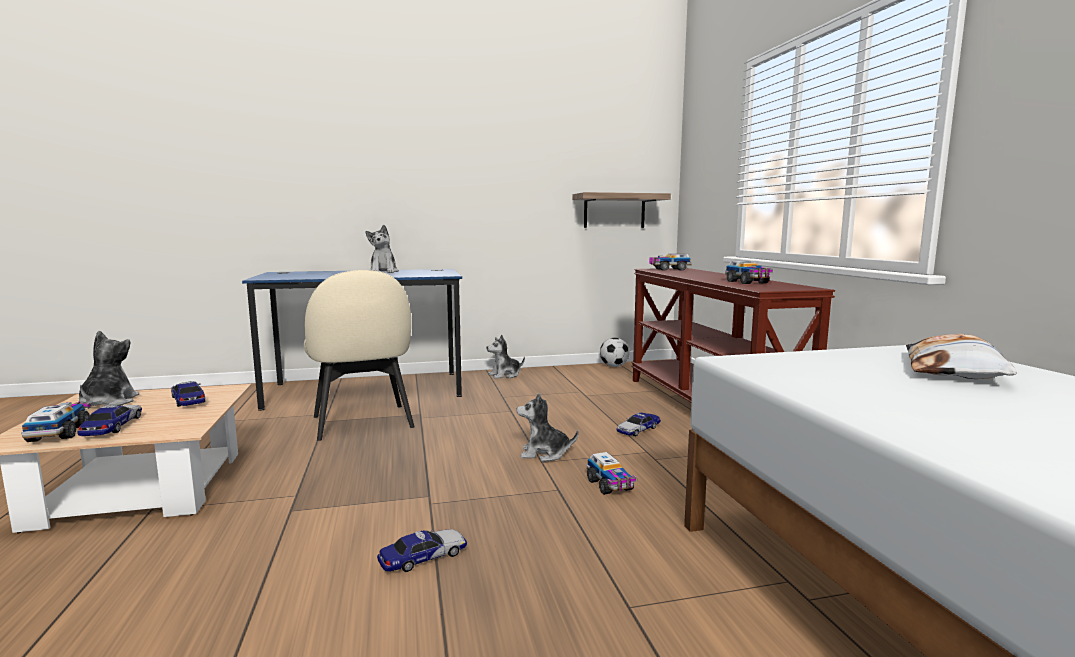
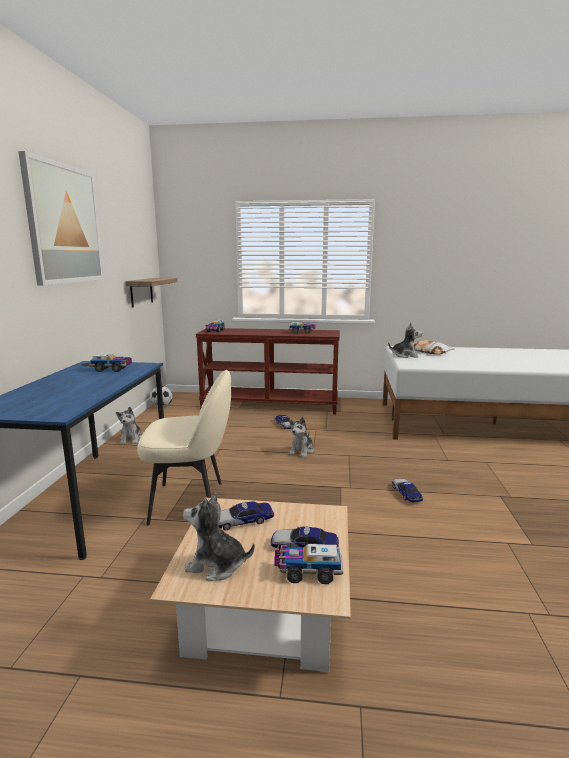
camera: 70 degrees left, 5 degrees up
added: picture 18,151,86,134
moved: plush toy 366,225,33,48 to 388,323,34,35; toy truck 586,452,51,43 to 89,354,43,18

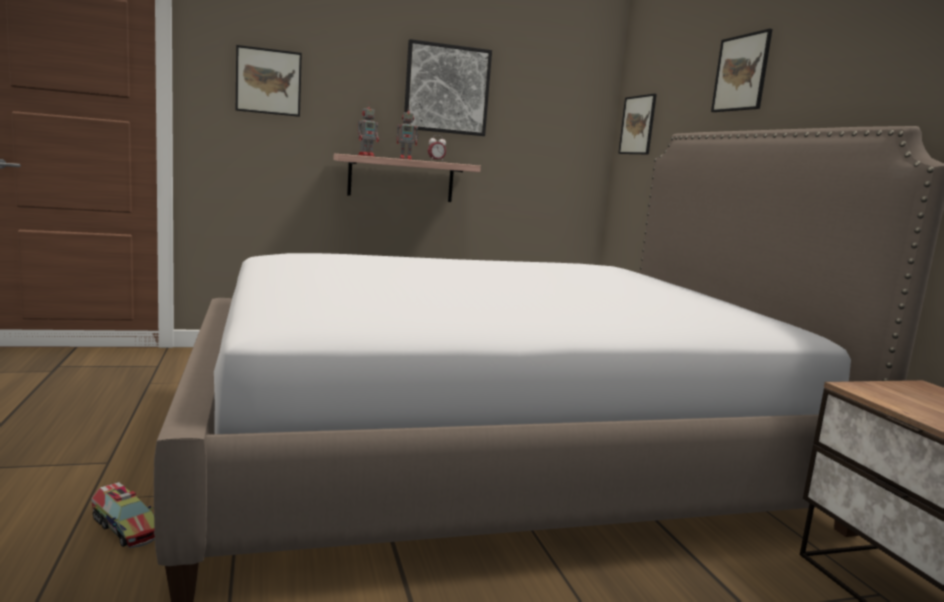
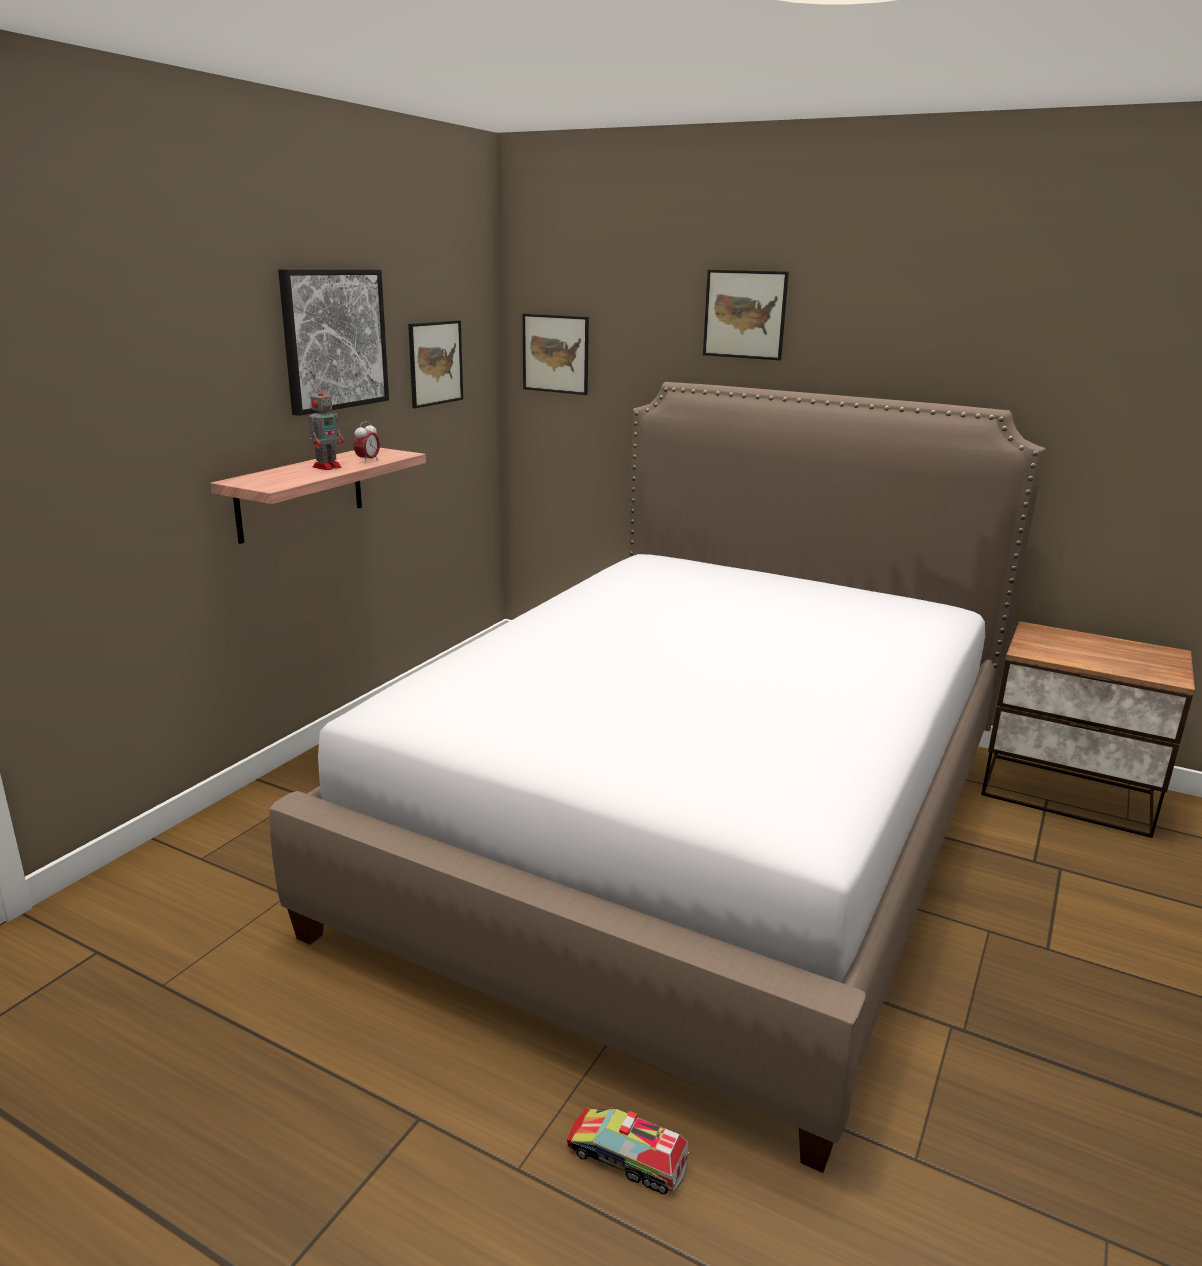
camera: 45 degrees left, 10 degrees up
removed: toy robot 358,102,21,54
moved: picture 236,45,66,72 to 408,320,55,88
turned: toy truck 91,482,64,66 = 566,1105,123,89 150 degrees counterclockwise

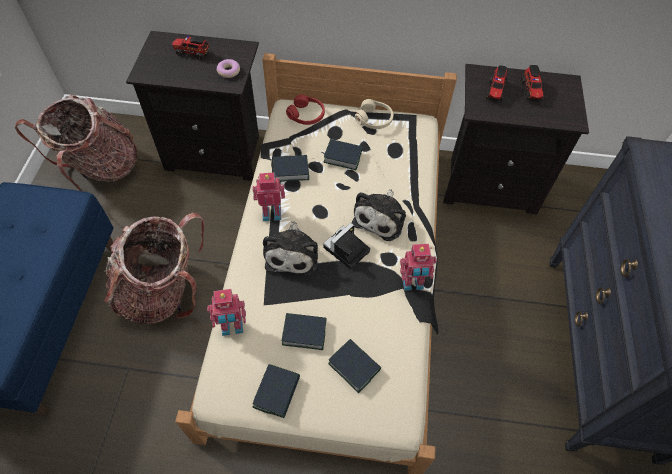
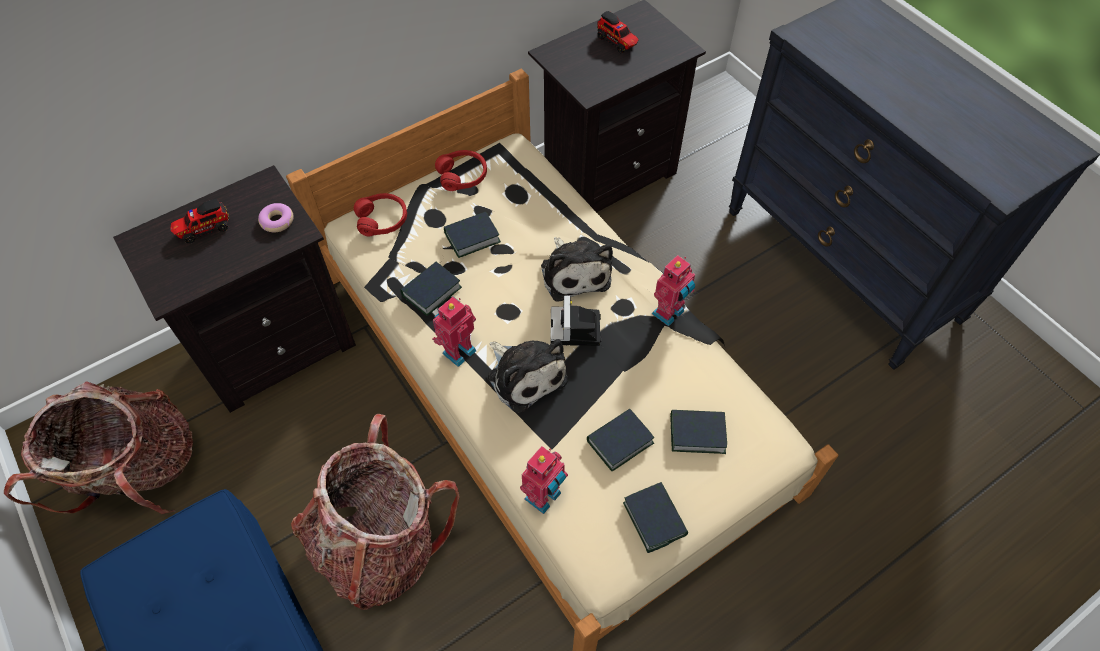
camera: 40 degrees left, 0 degrees up
removed: toy truck 486,65,21,36
recoloured: beige headphones 355,99,38,30 to red headphones 435,150,52,41

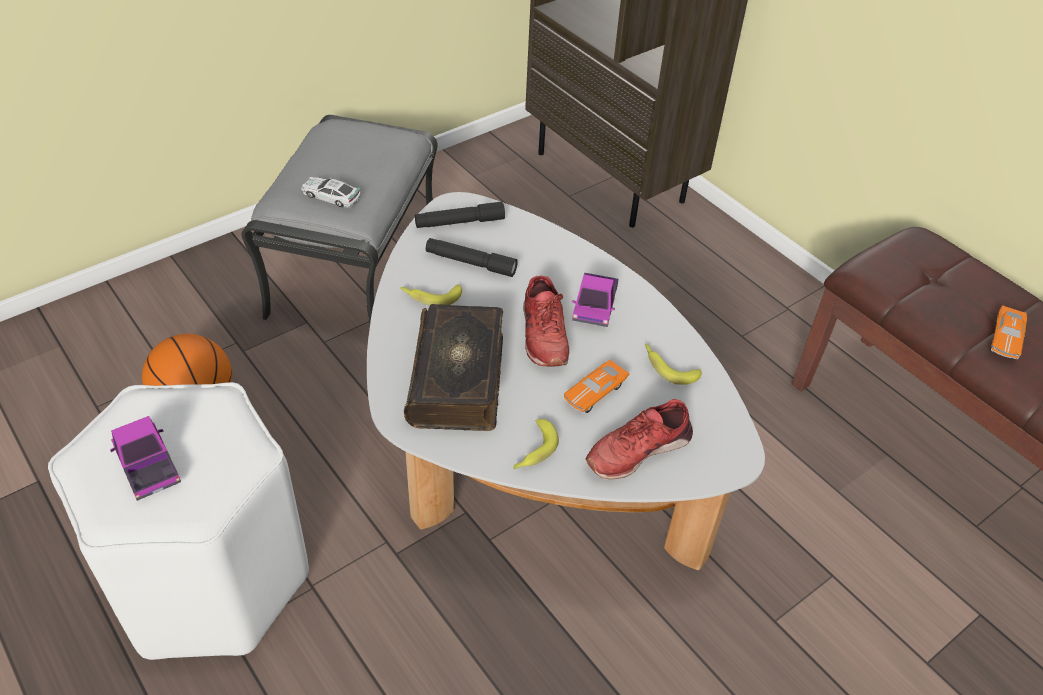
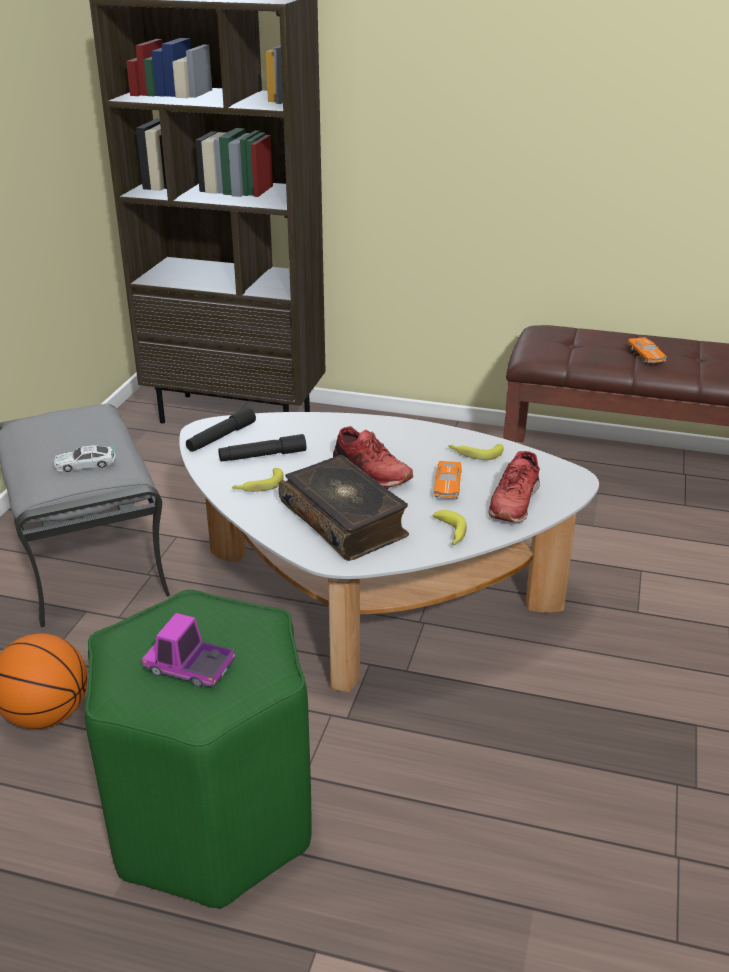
camera: 35 degrees left, 15 degrees down
removed: toy truck 572,273,46,54
recoloured: white stool 48,382,261,278 to green stool 85,590,227,319

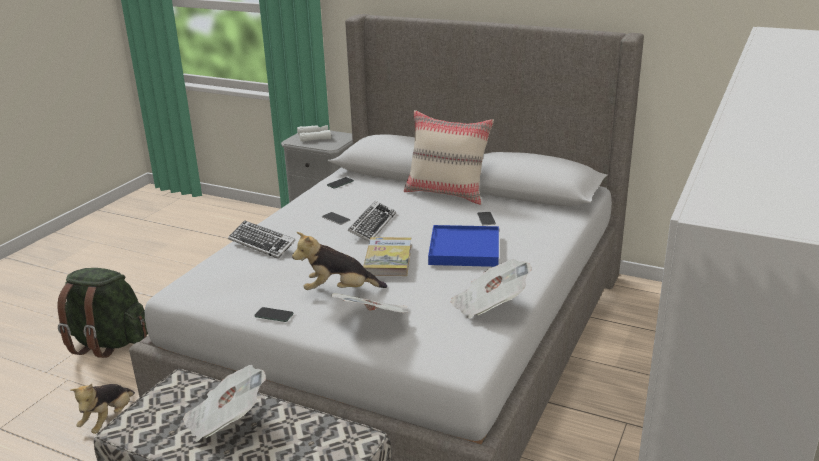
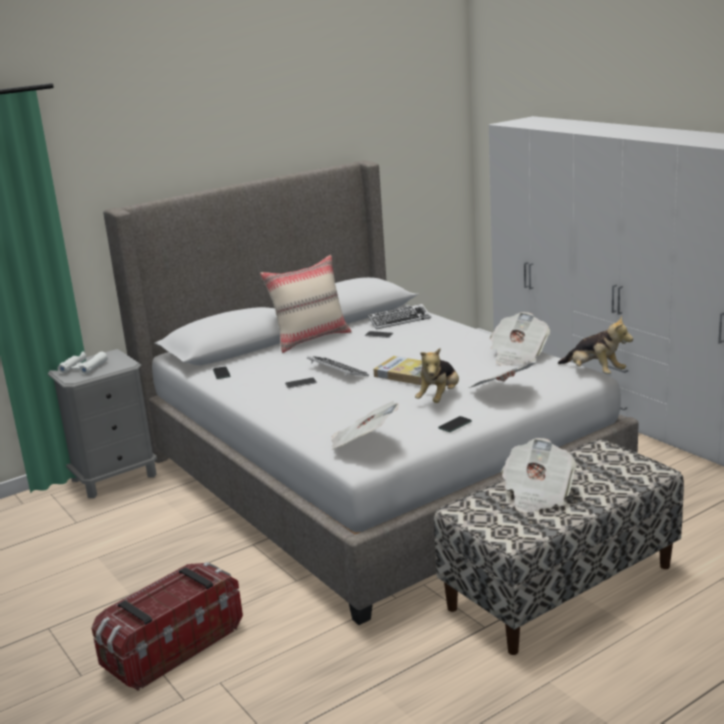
camera: 60 degrees left, 5 degrees down
removed: blue tray 428,225,71,42
added: newspaper 331,401,68,49
moved: plush toy 70,383,65,51 to 558,315,75,59; keyboard 228,221,68,38 to 368,304,63,26
replaced: green backpack 57,268,91,90 to storage box 92,562,151,129

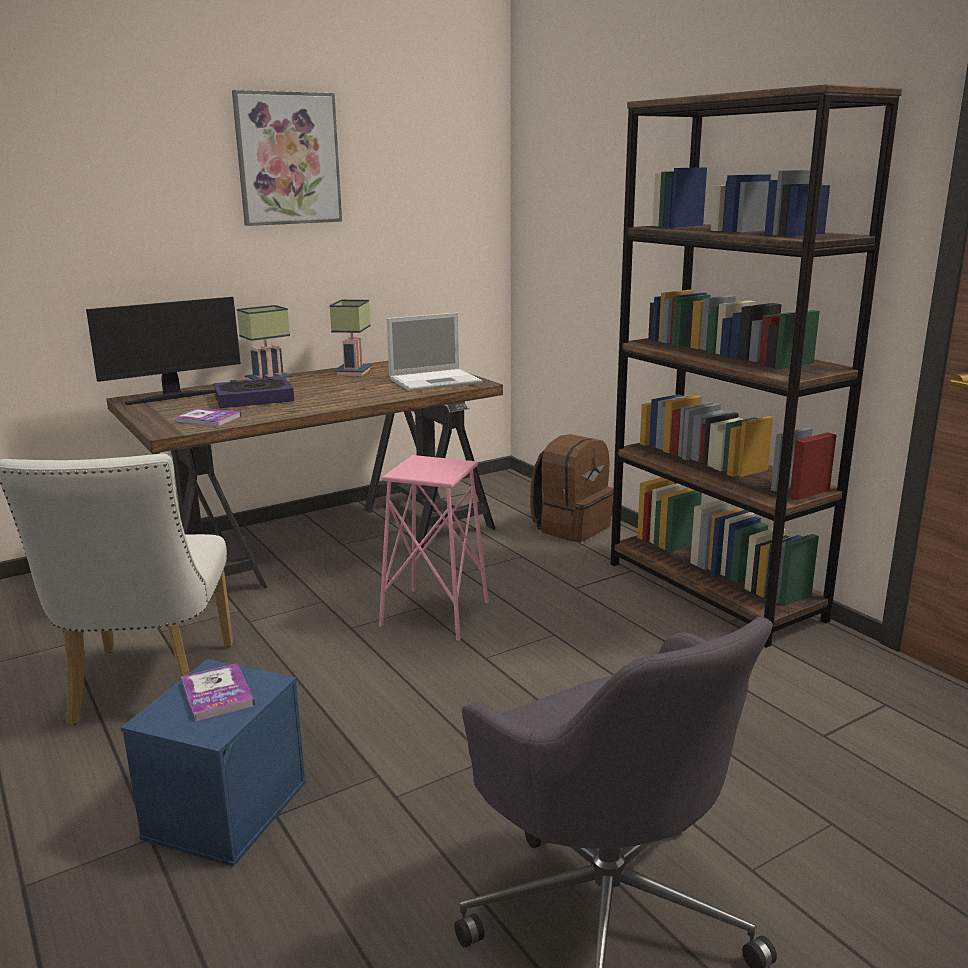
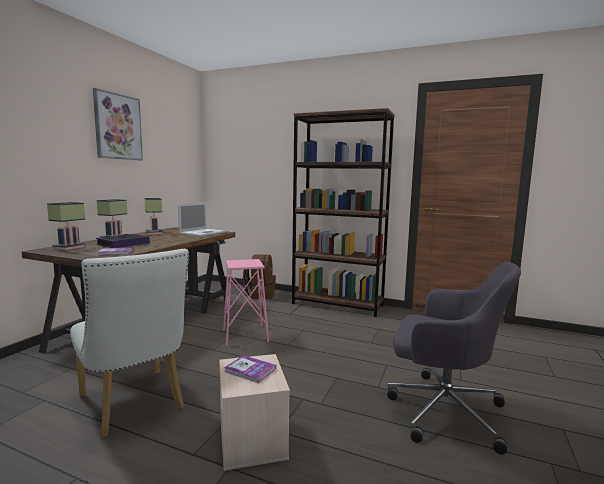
camera: 35 degrees left, 10 degrees down
replaced: monitor 86,297,155,108 to table lamp 47,202,39,48
recoloured: blue storage box 121,659,185,208 to beige storage box 219,354,71,117

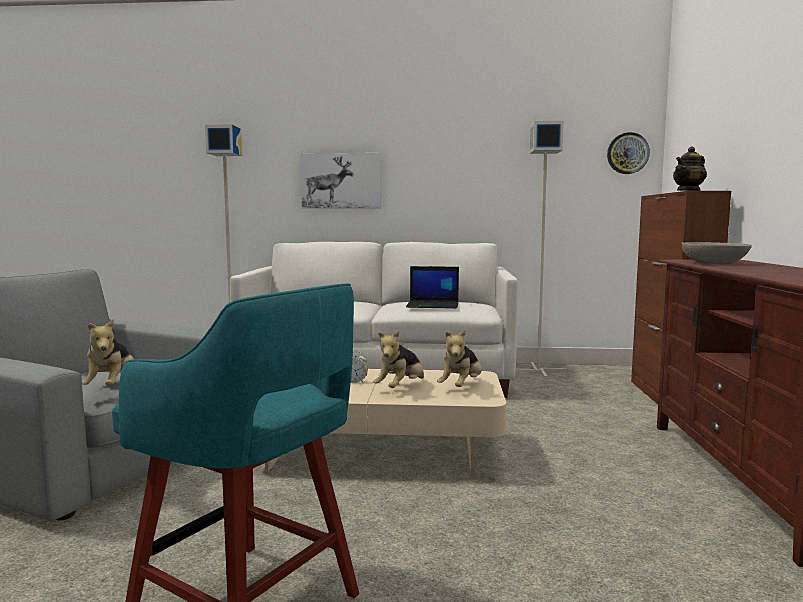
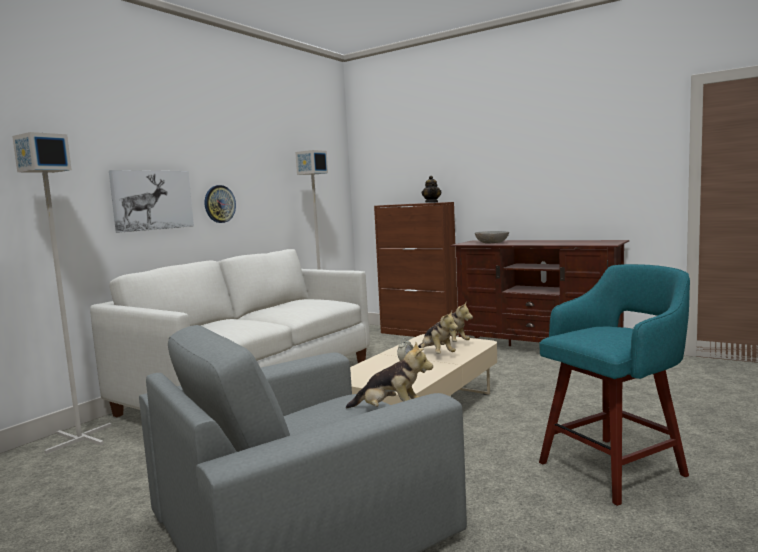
camera: 60 degrees left, 0 degrees up
removed: laptop 406,266,53,43
moved: wall clock 607,132,43,42 to 205,185,31,38

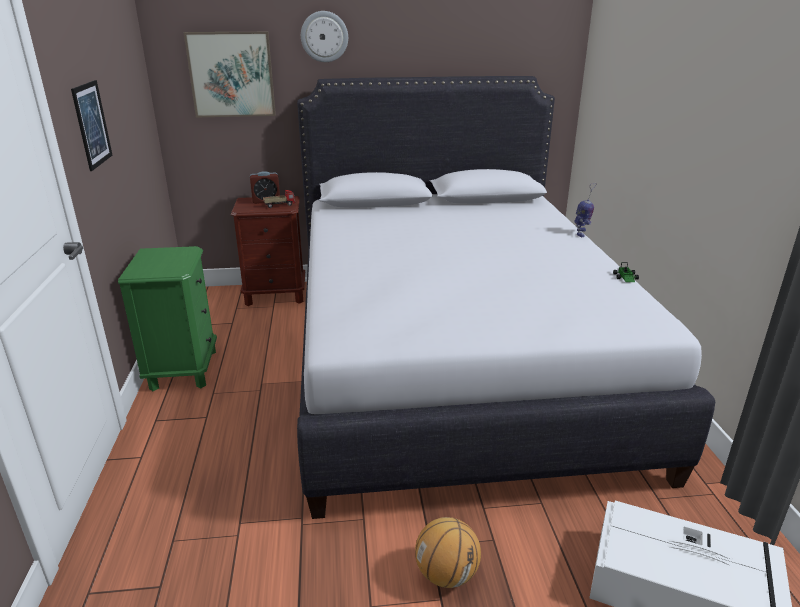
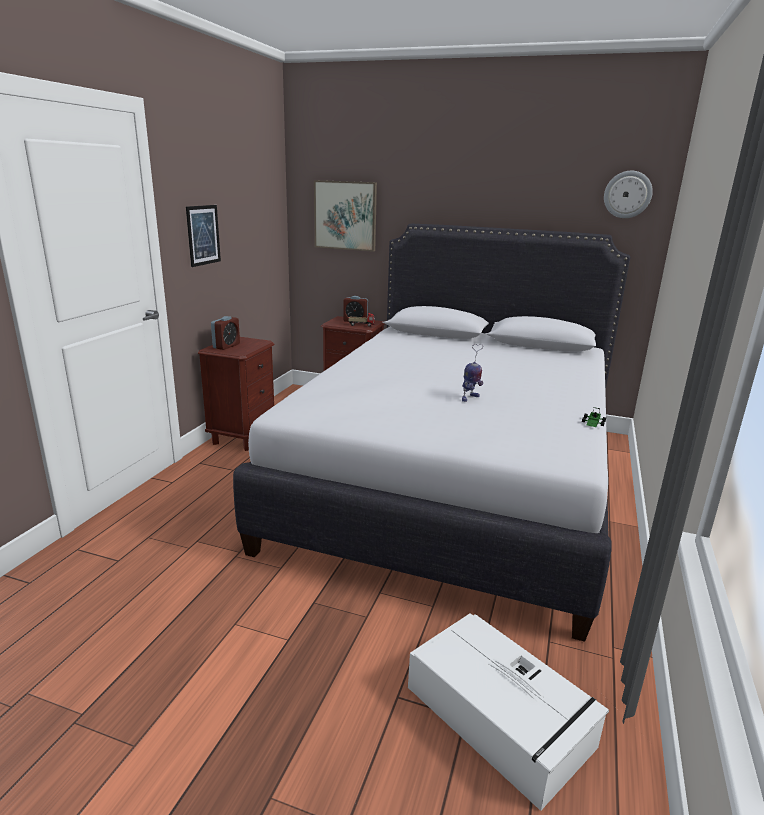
camera: 25 degrees right, 5 degrees down
removed: basketball 415,517,66,71
added: alarm clock 211,316,29,34
moved: wall clock 301,11,47,51 to 604,171,49,47; toy robot 574,183,23,54 to 462,344,21,58
recoloured: green nightstand 118,246,99,145 to brown nightstand 198,337,77,114

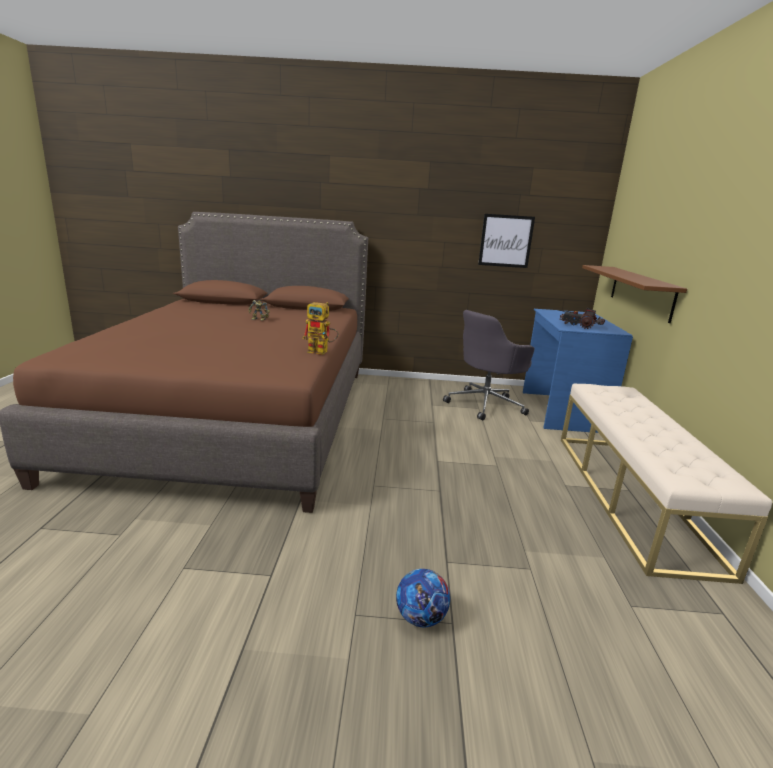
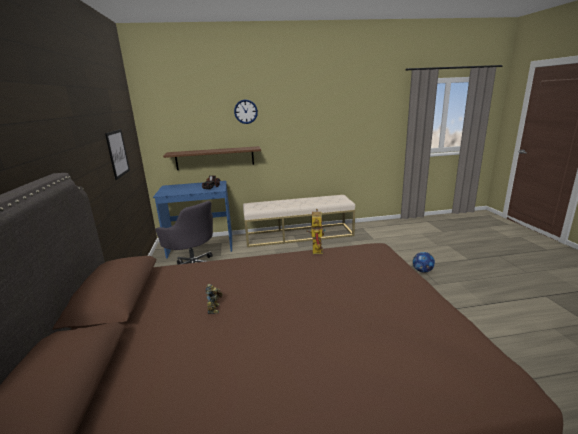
camera: 100 degrees left, 0 degrees up
added: wall clock 234,100,24,24

